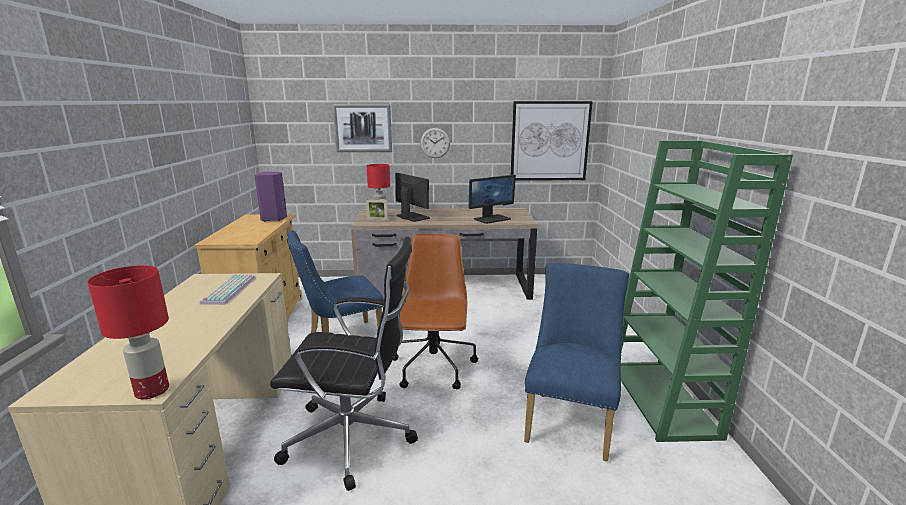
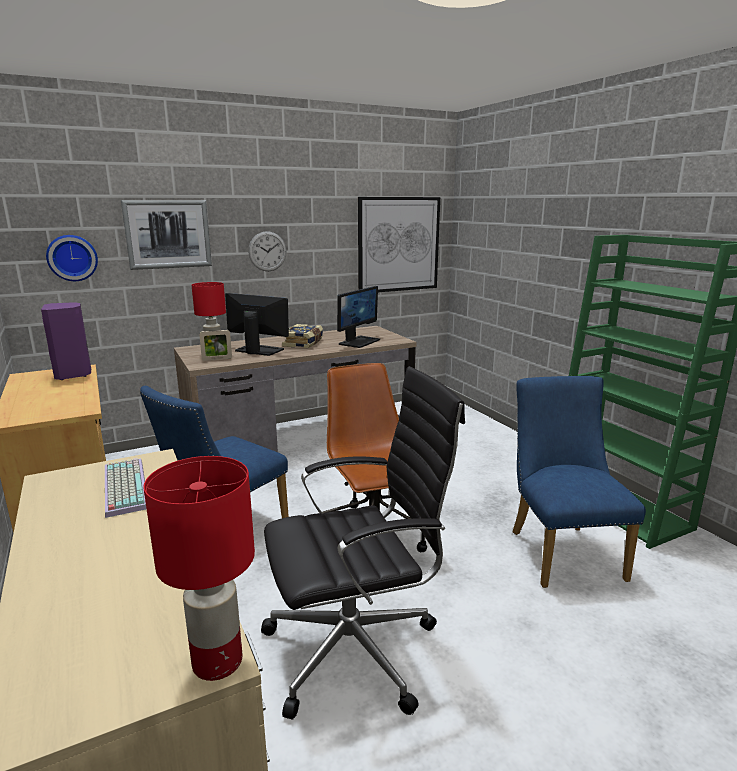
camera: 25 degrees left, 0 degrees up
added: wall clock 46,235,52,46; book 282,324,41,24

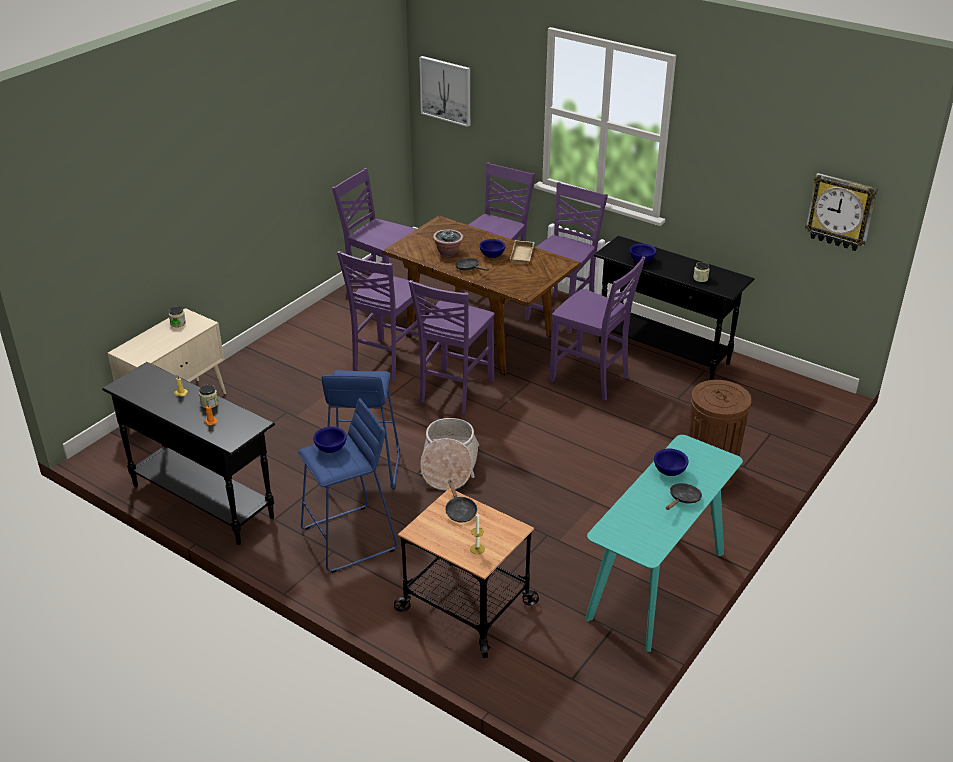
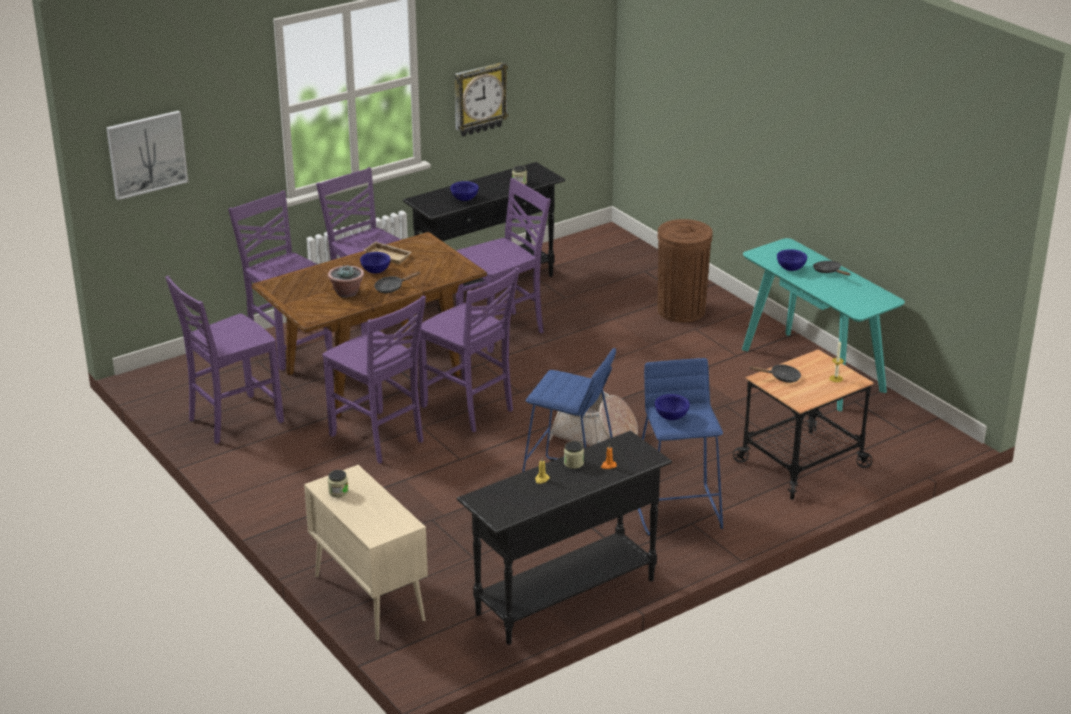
camera: 70 degrees left, 5 degrees down
moved: wall clock 805,173,73,78 to 454,62,55,75

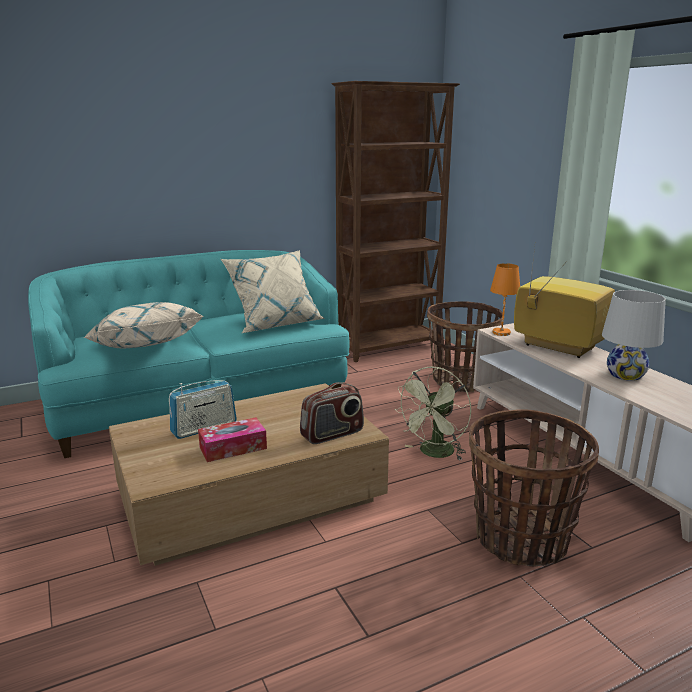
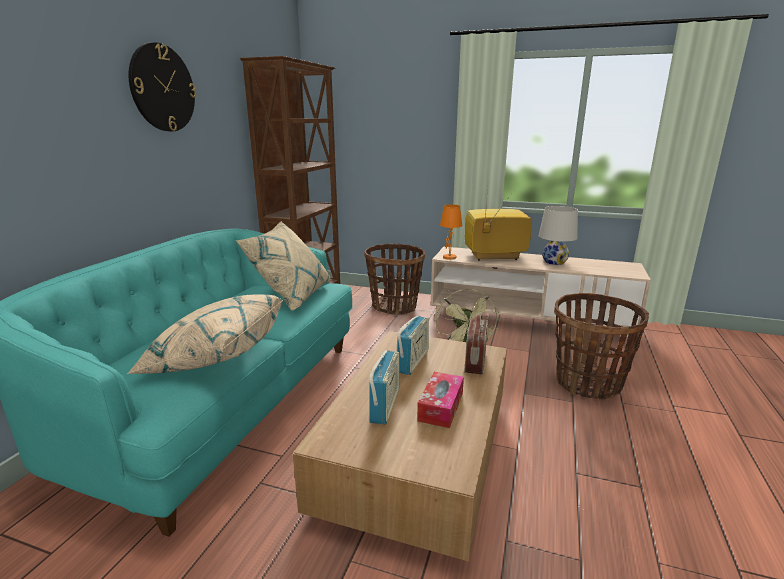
camera: 45 degrees left, 0 degrees up
added: wall clock 128,42,68,89; radio 397,316,32,59

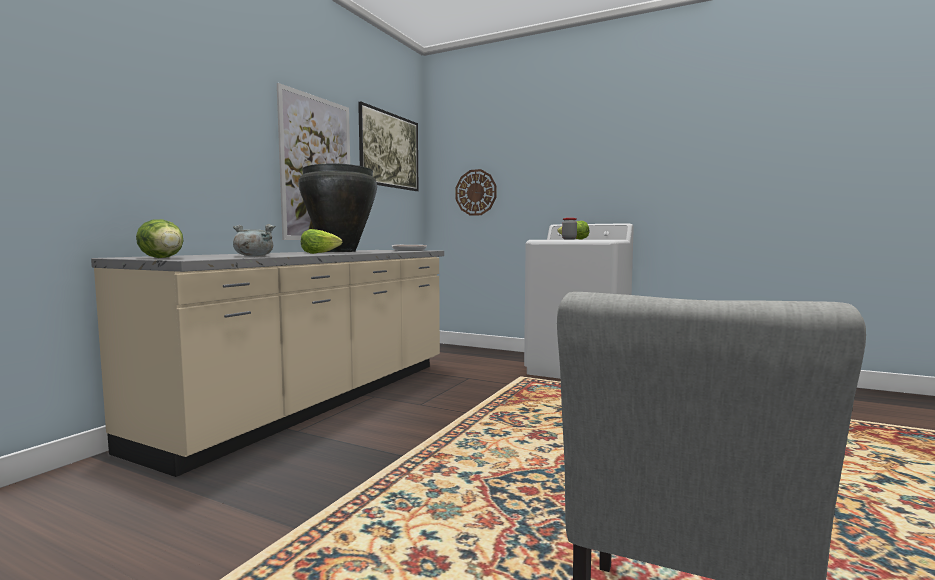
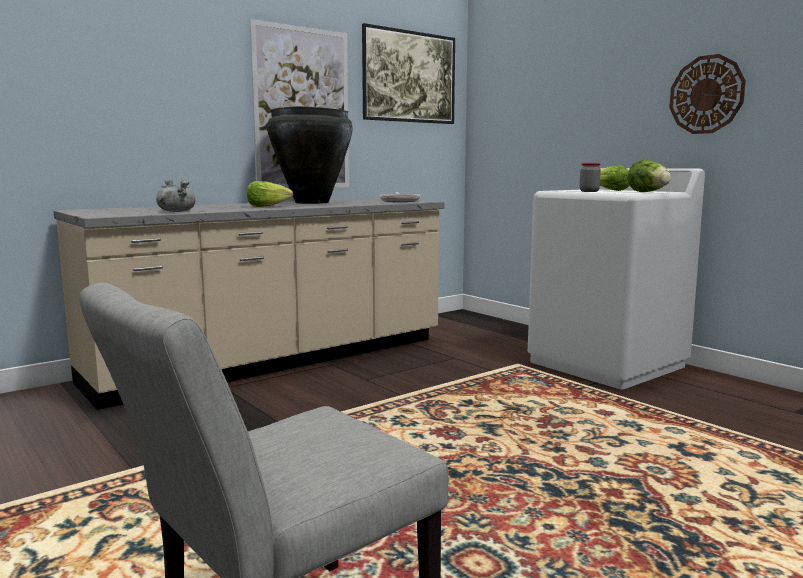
camera: 25 degrees right, 5 degrees up
moved: lettuce 136,219,47,39 to 628,160,43,32; wall clock 455,169,41,47 to 669,54,77,80

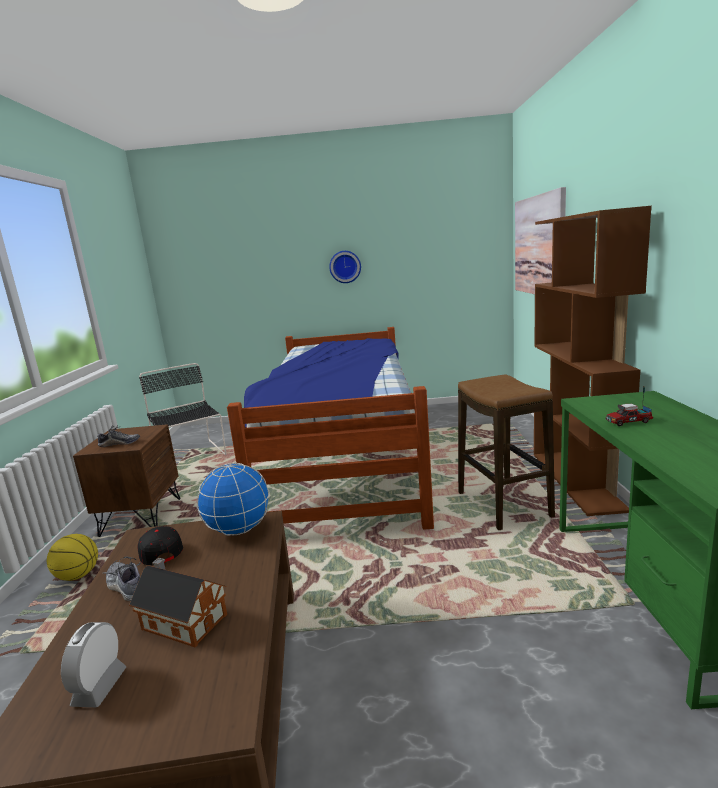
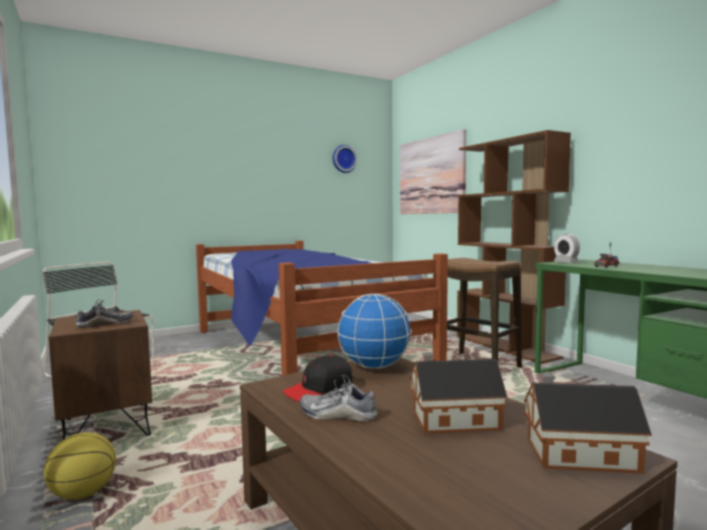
camera: 30 degrees left, 10 degrees down
added: toy house 524,373,128,101
moved: alarm clock 61,622,65,85 to 554,234,26,29; wall clock 329,251,32,32 to 333,145,24,28
turned: black cap 137,526,46,39 = 283,354,69,47 60 degrees counterclockwise

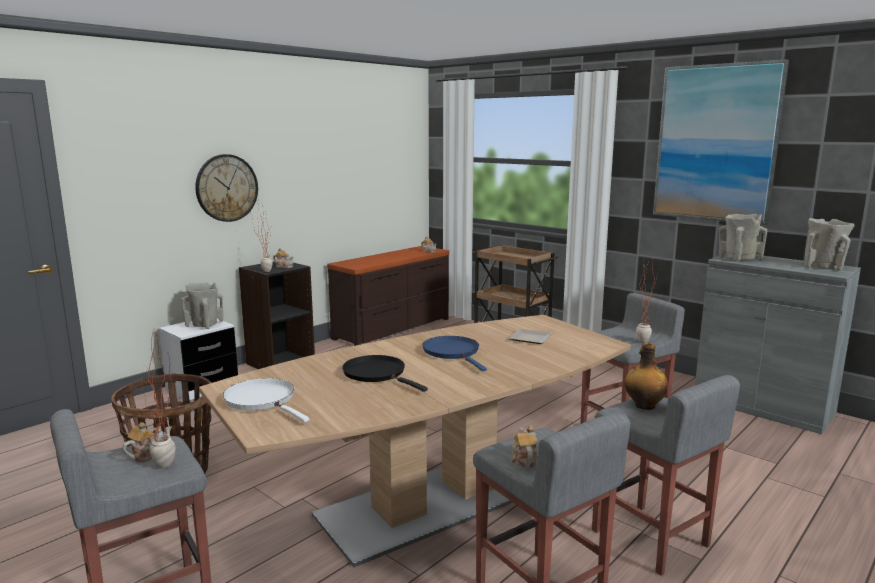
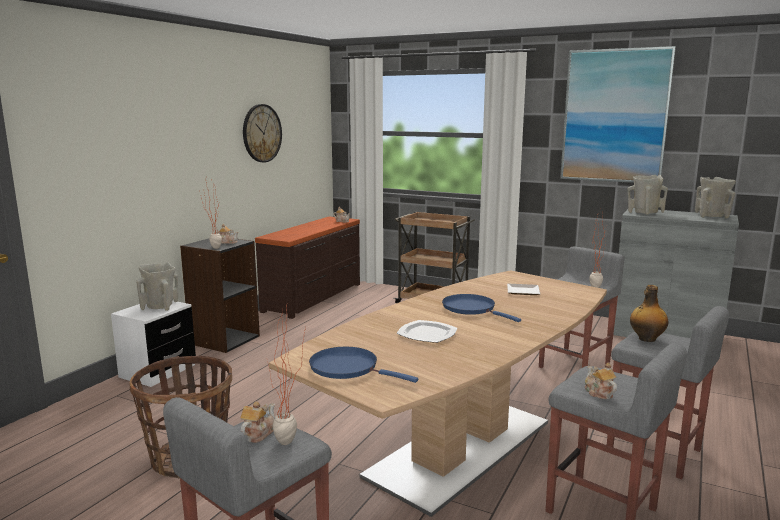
camera: 15 degrees left, 0 degrees up
moved: wall clock 195,154,63,68 to 243,104,39,58
replaced: black frying pan 342,355,86,37 to plate 397,320,60,23
recoloured: white frying pan 223,378,87,44 to blue frying pan 309,347,109,36

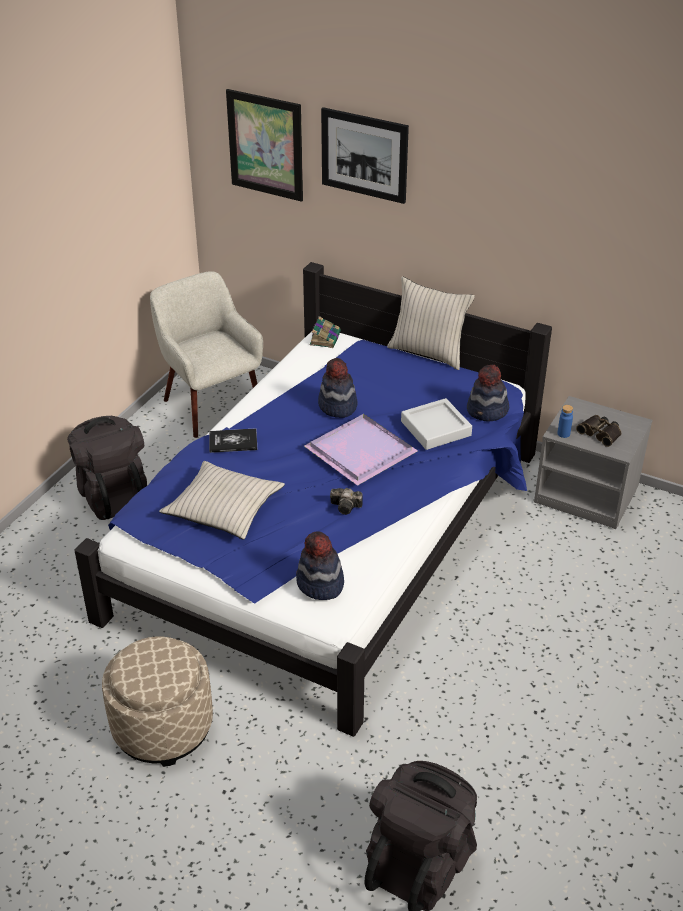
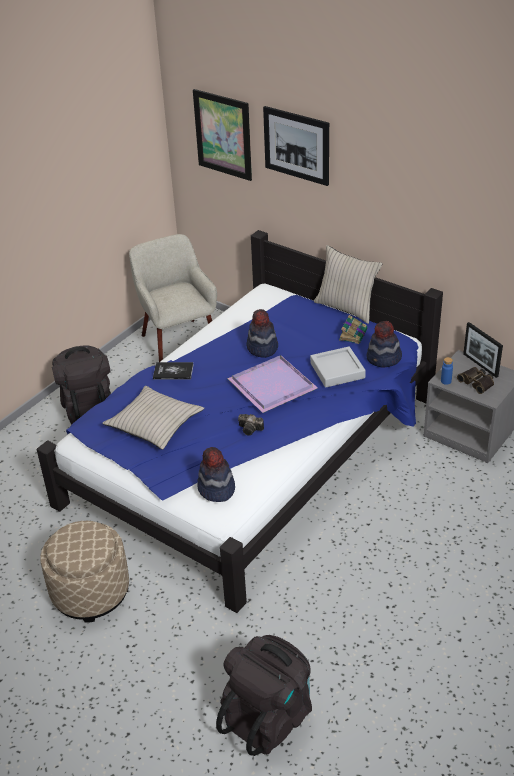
camera: 10 degrees right, 0 degrees up
added: picture frame 463,322,40,56
moved: book 310,316,31,32 to 339,315,28,29

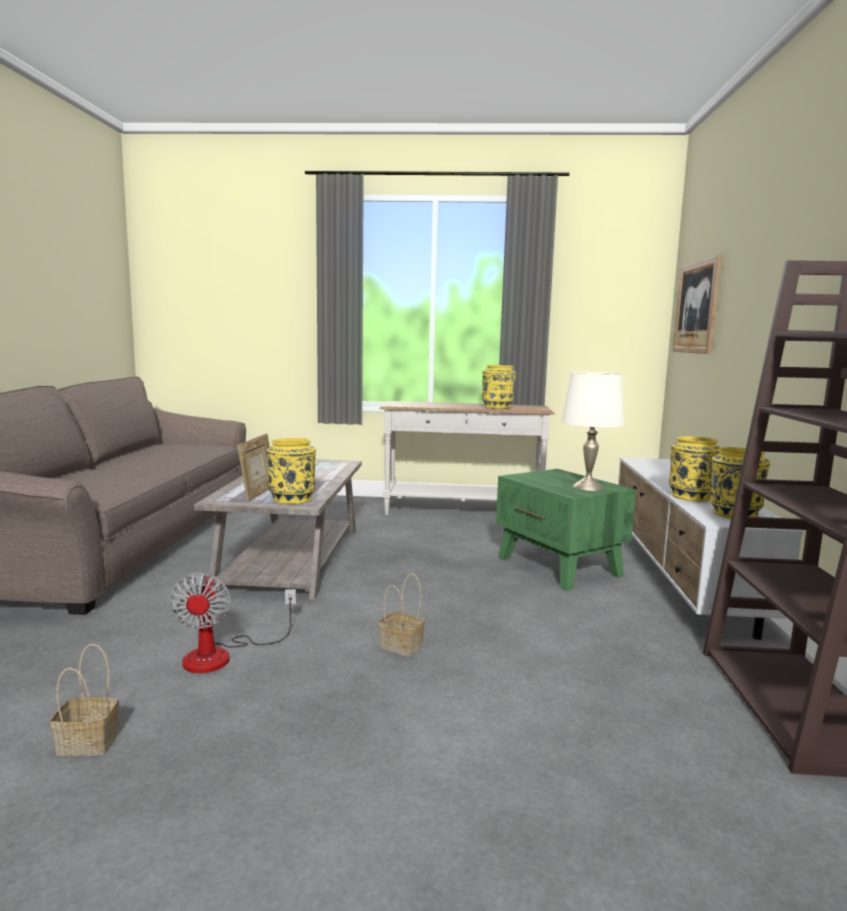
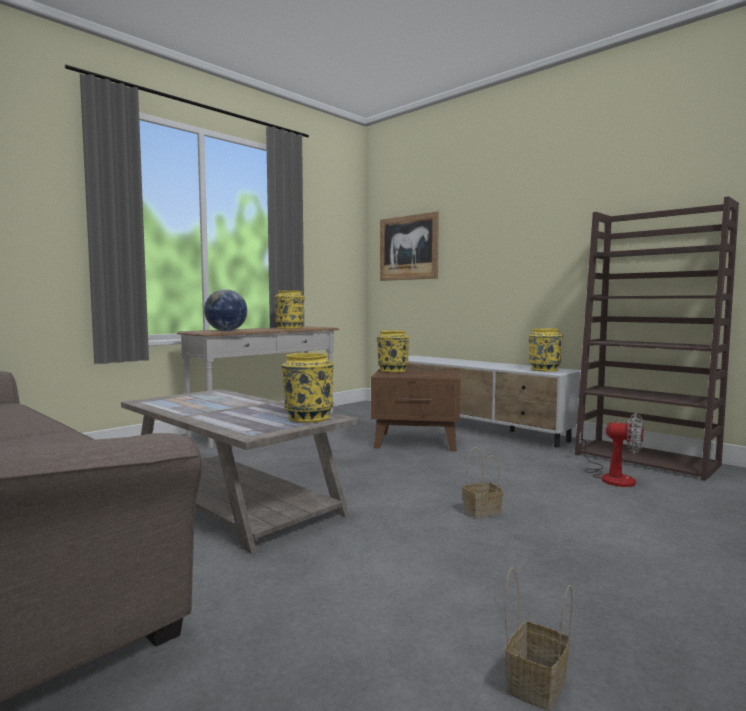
camera: 50 degrees left, 5 degrees down
removed: picture frame 237,434,33,67; white table lamp 561,372,64,119
added: globe 204,289,43,42
moved: fan 169,573,127,100 to 579,413,65,74; yellow vase 669,436,52,66 to 377,330,32,43
recoloured: green side table 496,469,140,122 to brown side table 371,369,89,82

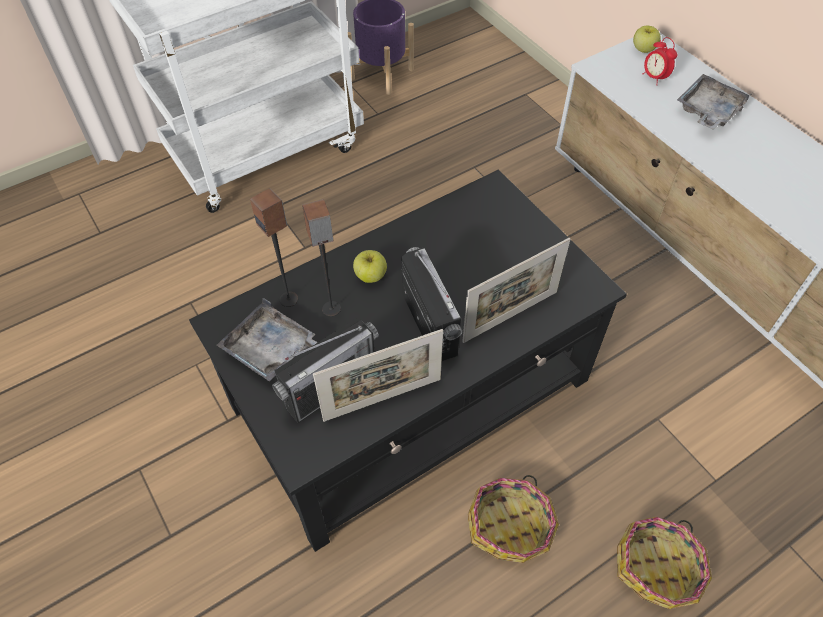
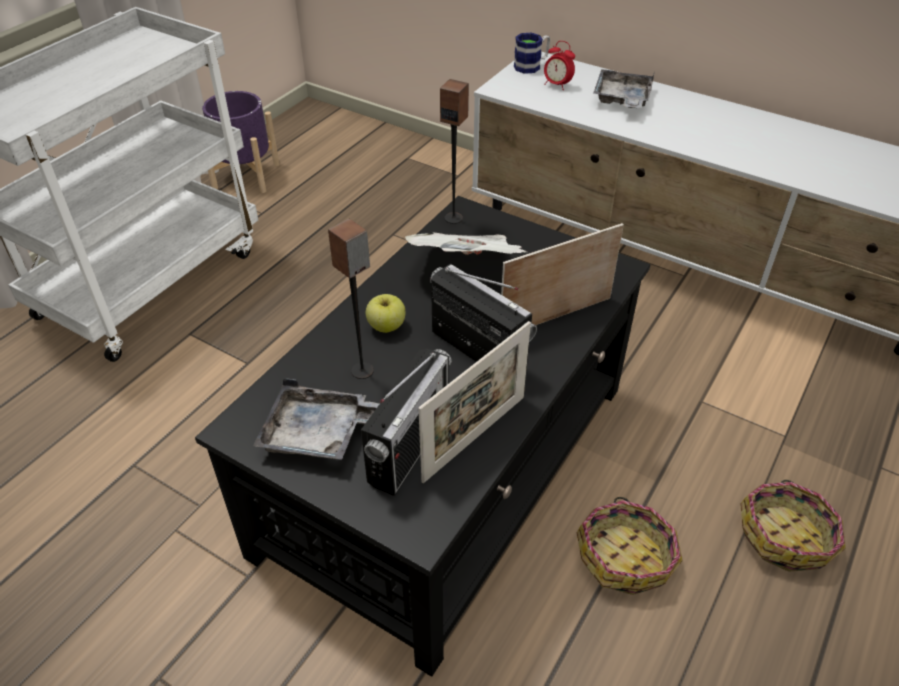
camera: 25 degrees left, 10 degrees down
added: newspaper 405,232,122,23
moved: speaker 250,188,48,119 to 440,79,29,145
replaced: apple 633,26,28,27 to mug 514,33,36,41
turned: picture frame 462,238,108,105 = 501,223,123,102 150 degrees counterclockwise

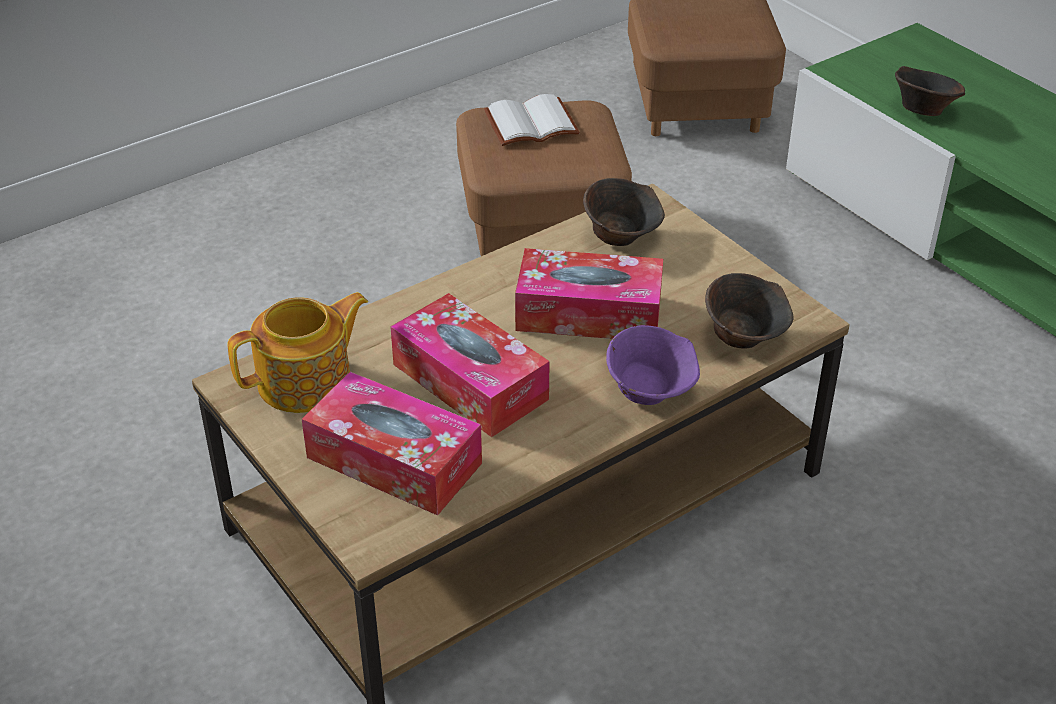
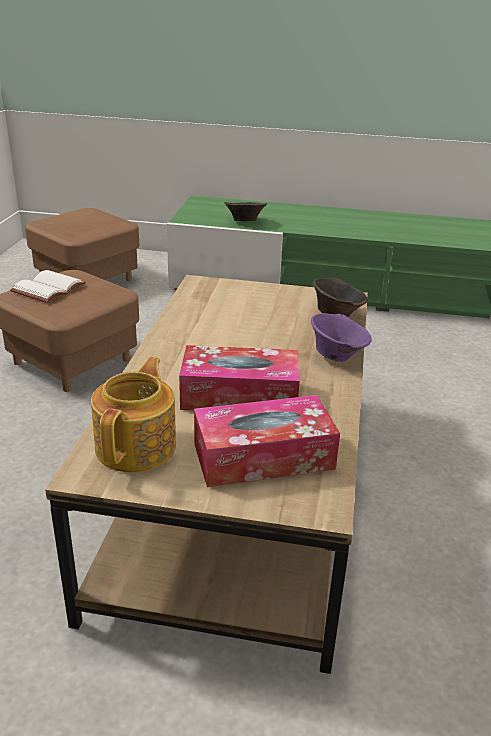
camera: 45 degrees left, 10 degrees down
removed: tissue box 515,248,148,91; brown bowl 583,178,82,68

